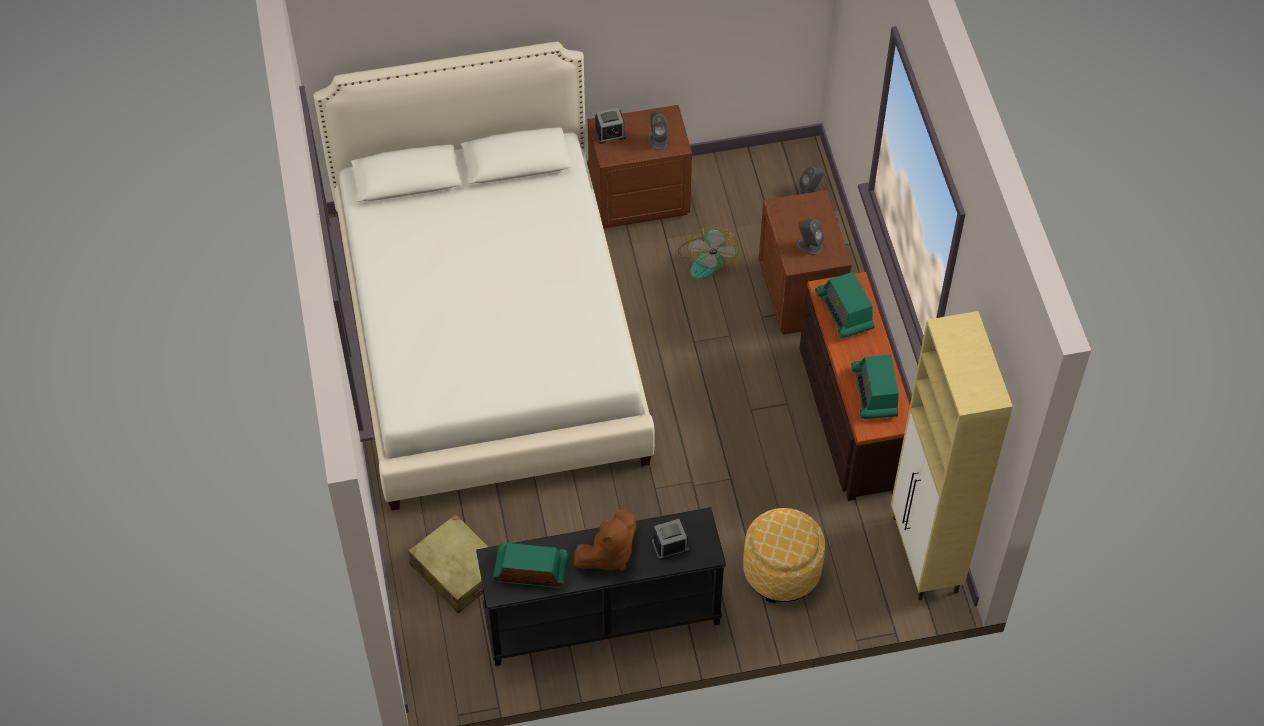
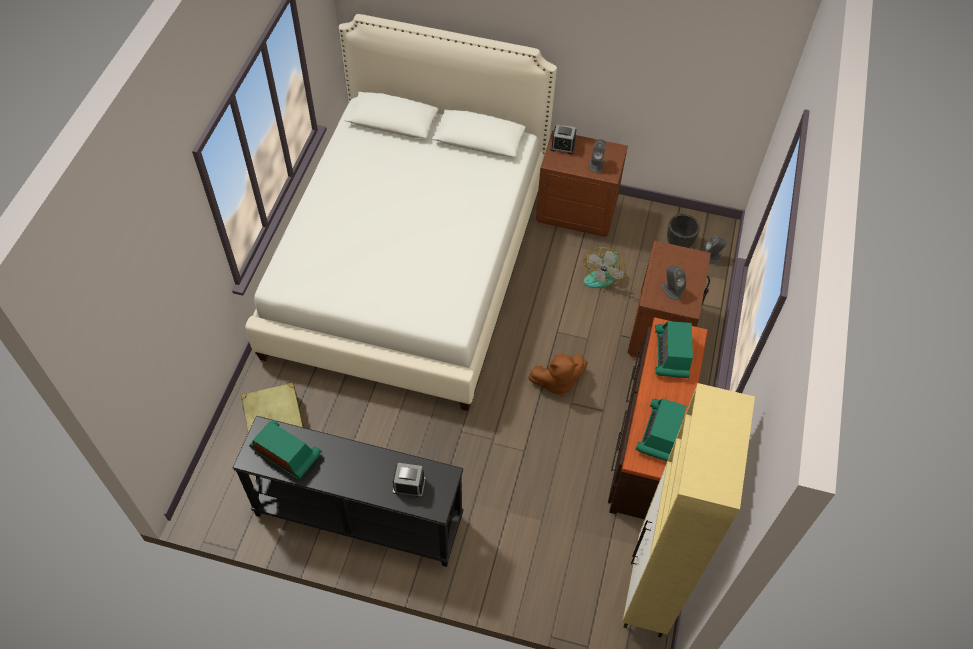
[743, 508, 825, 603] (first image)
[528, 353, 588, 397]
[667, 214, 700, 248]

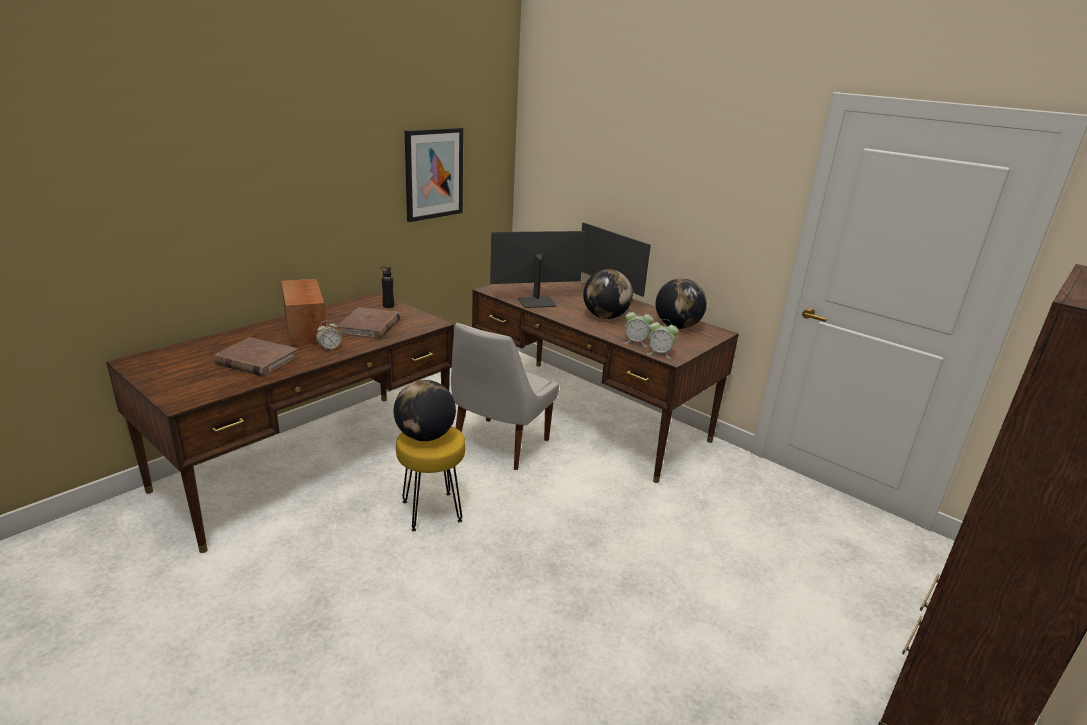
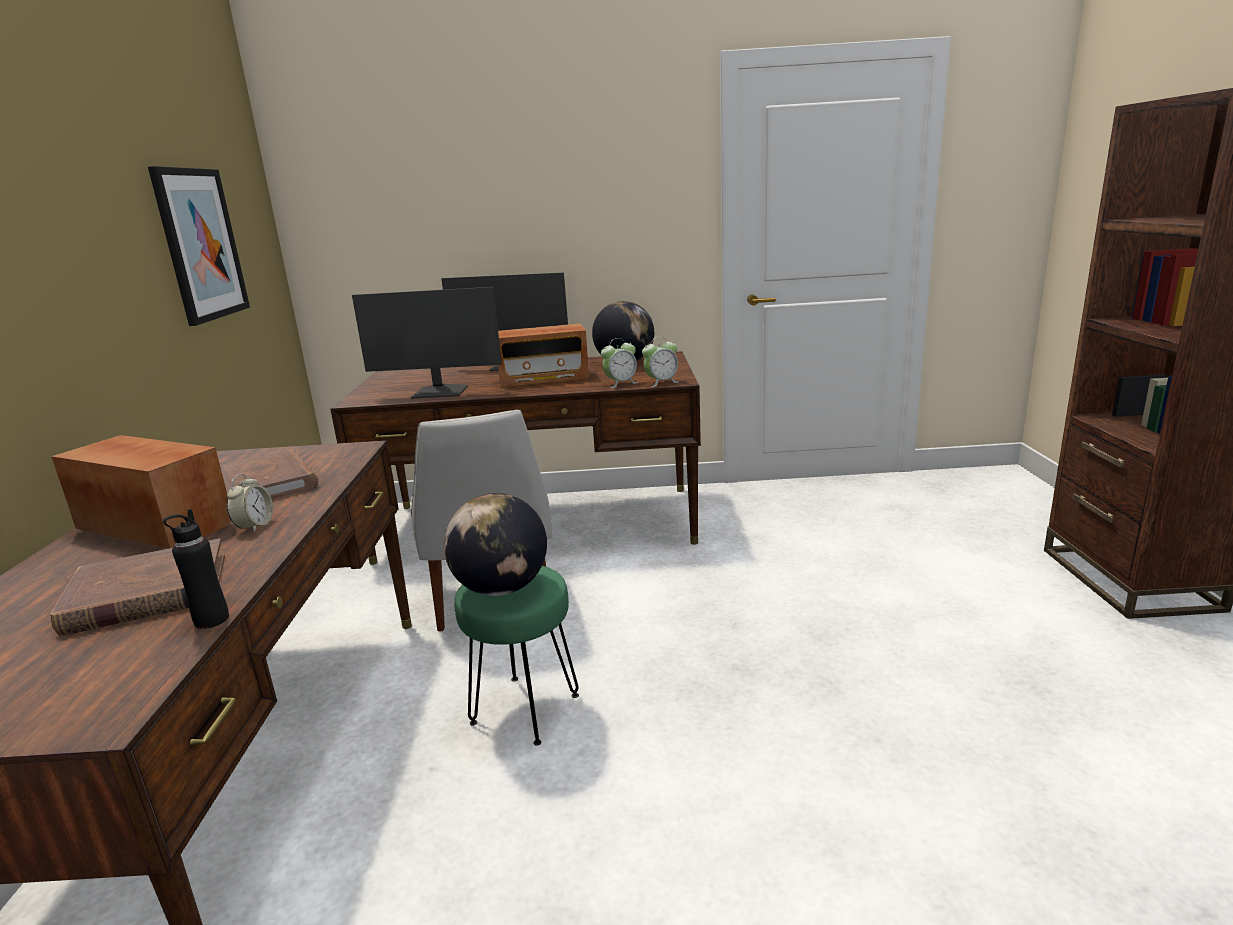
[352, 287, 502, 399]
[163, 509, 229, 629]
[498, 323, 589, 387]
[454, 566, 579, 746]

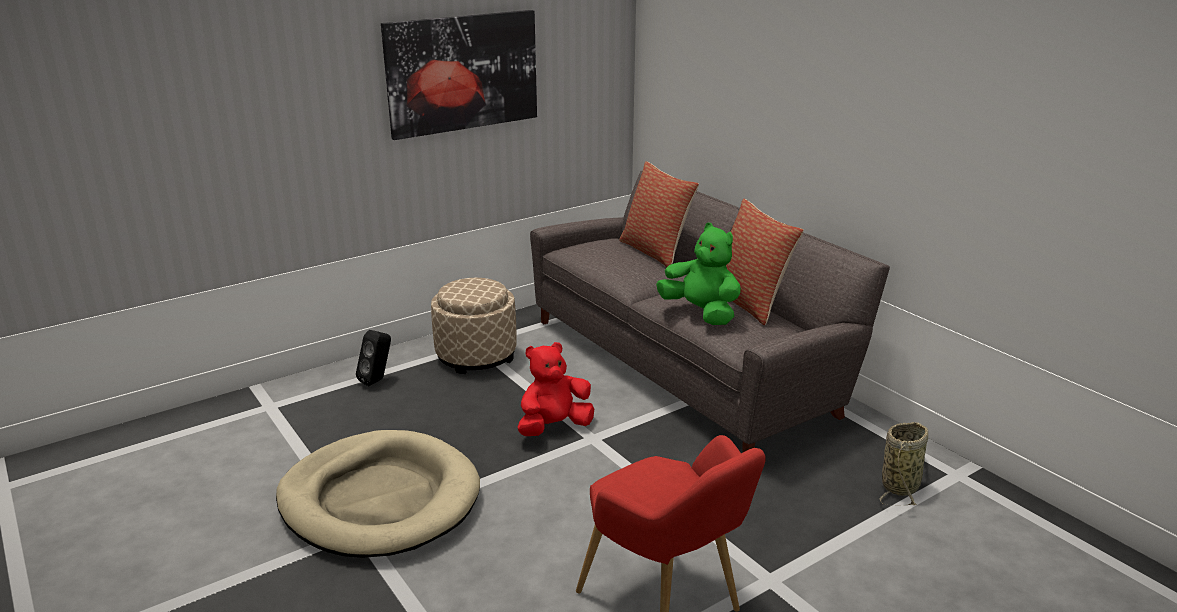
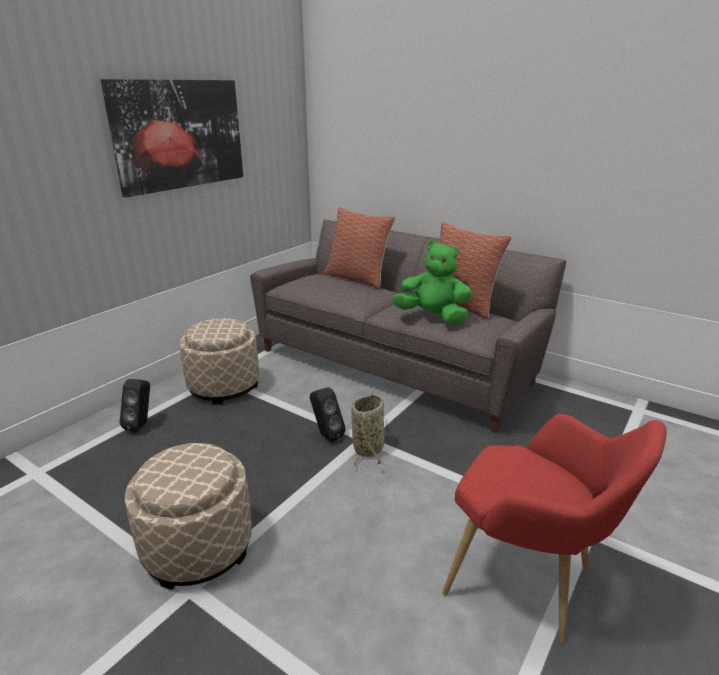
[310, 387, 346, 442]
[351, 394, 385, 468]
[125, 443, 252, 590]

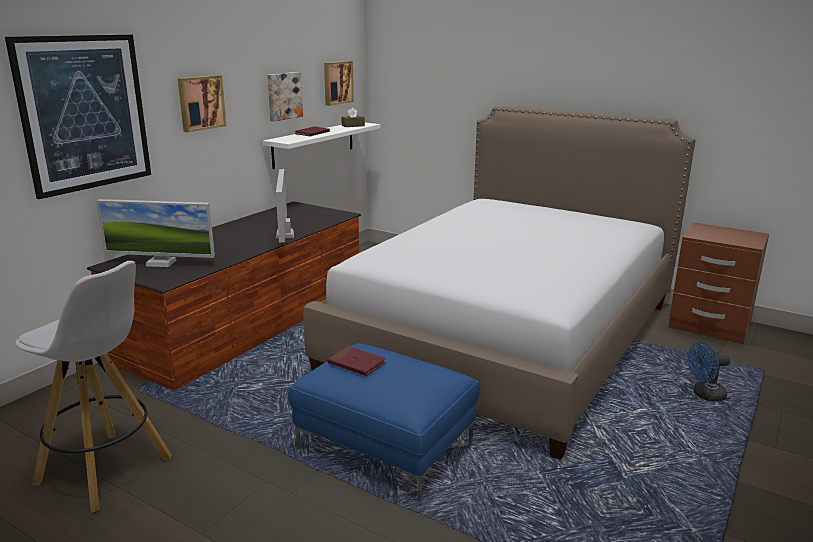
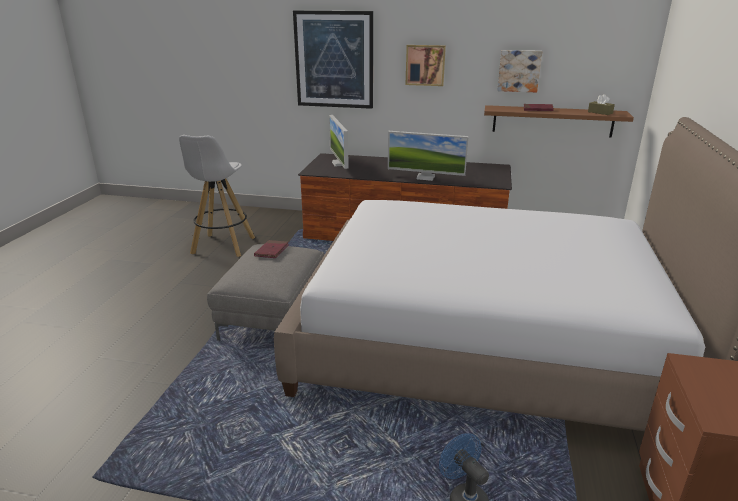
[324, 61, 354, 106] (first image)
[484, 105, 634, 138]
[388, 131, 468, 181]
[207, 244, 324, 341]

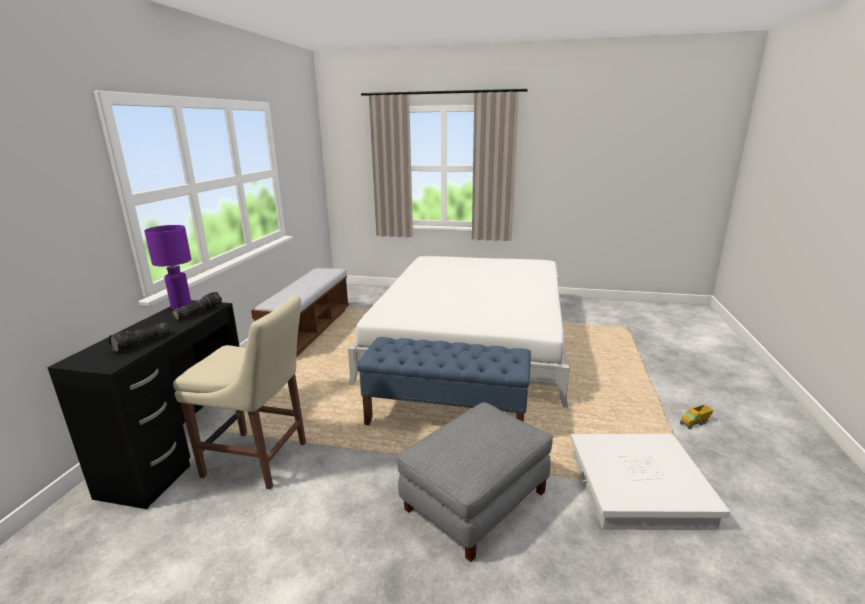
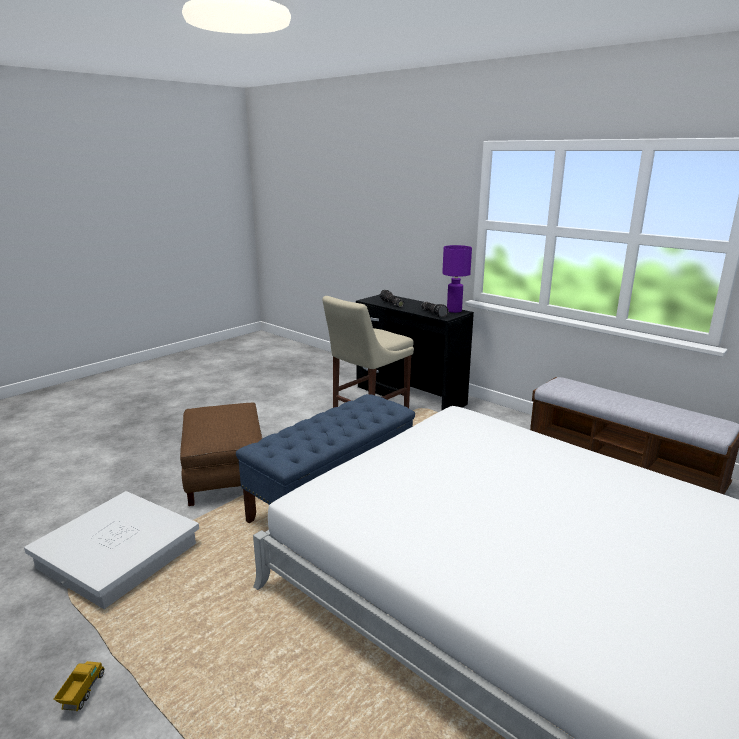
[180, 403, 262, 506]

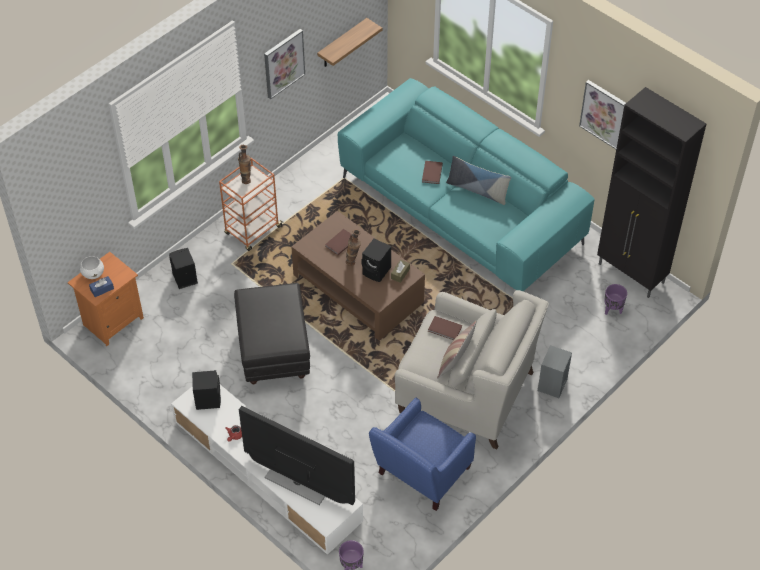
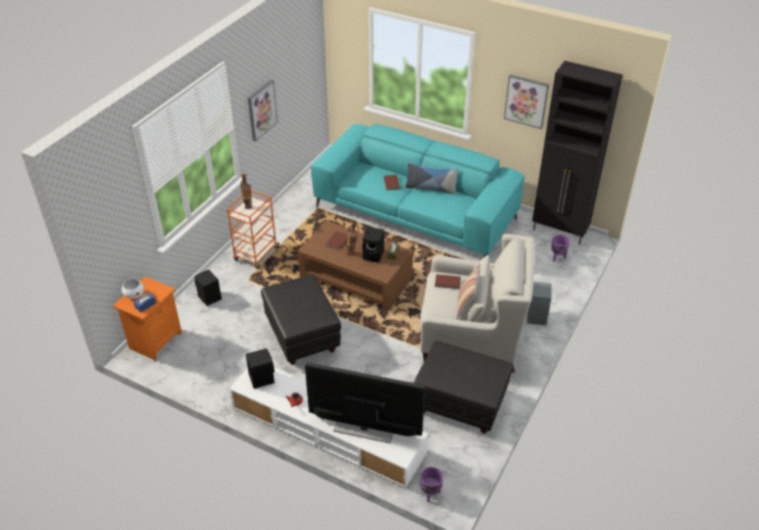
[317, 18, 382, 67] (first image)
[414, 341, 513, 434]

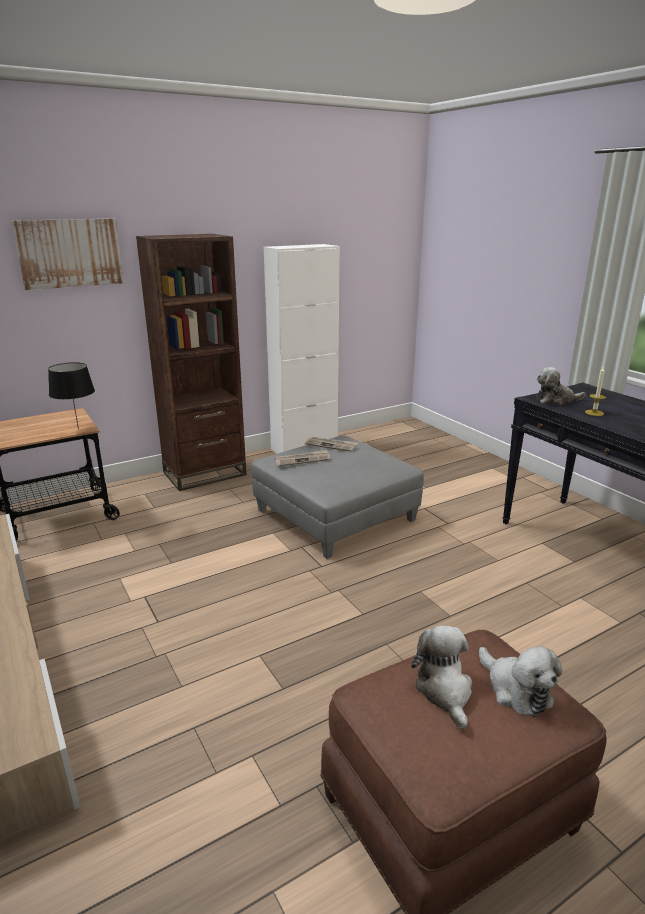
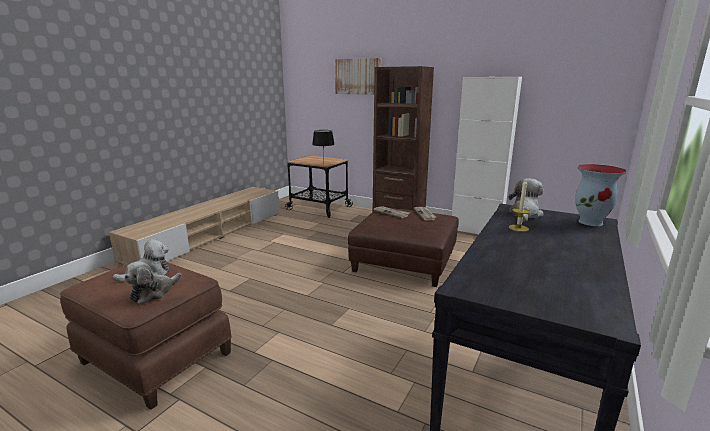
[509, 178, 544, 222]
[348, 208, 459, 287]
[575, 164, 627, 226]

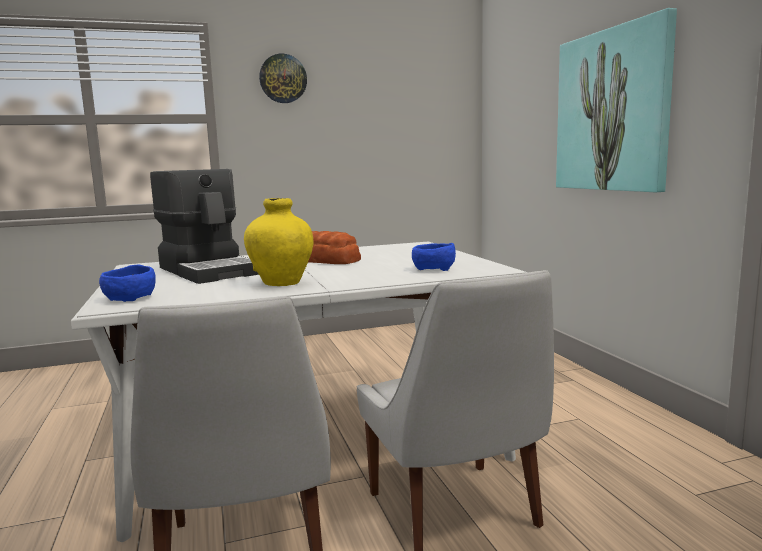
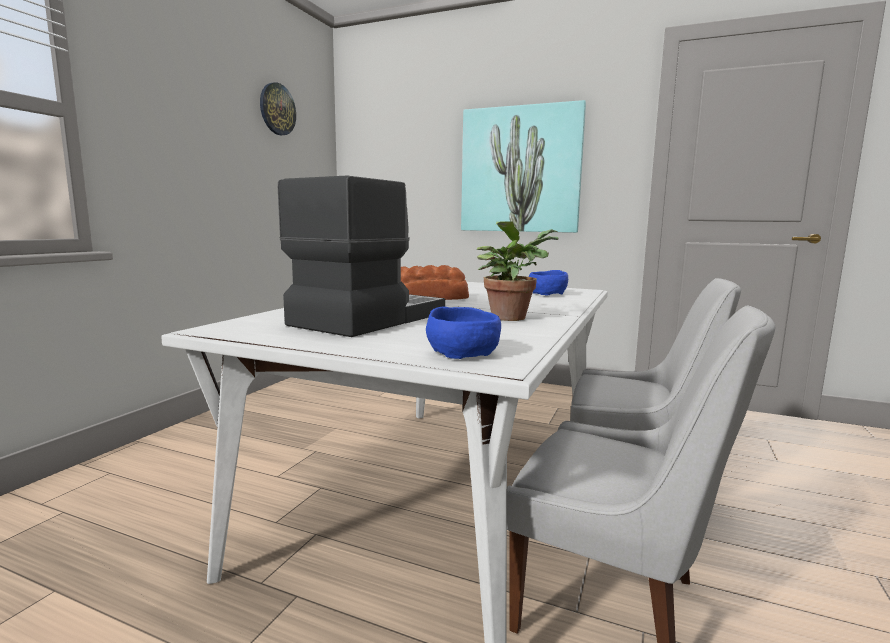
[260, 82, 296, 135]
[278, 176, 445, 337]
[477, 221, 559, 321]

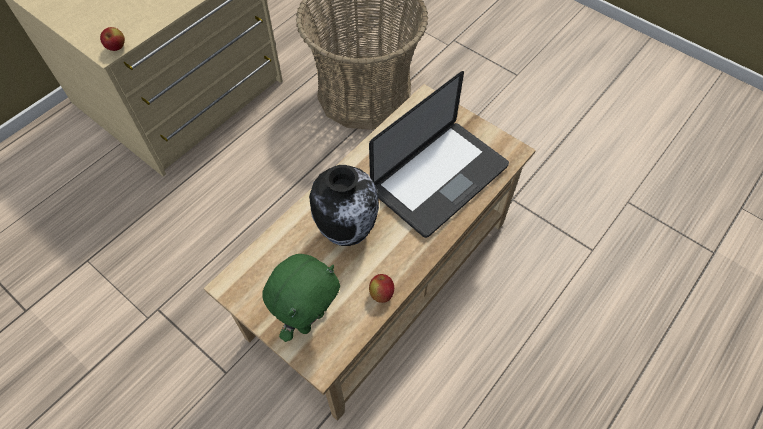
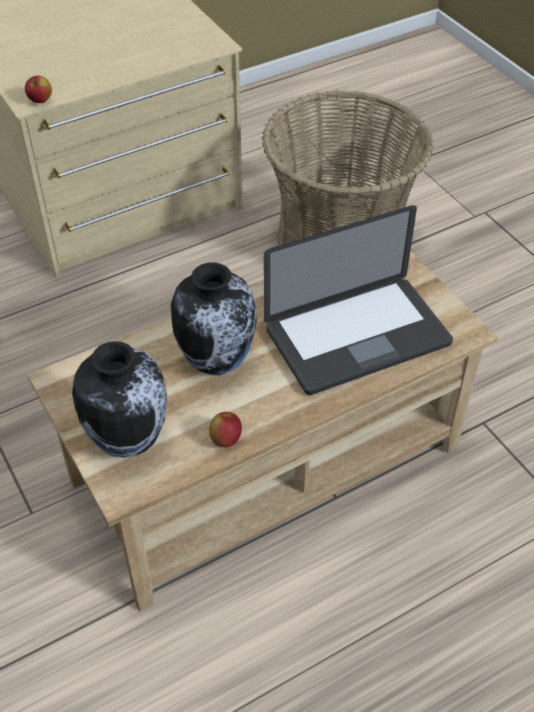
[72, 341, 167, 458]

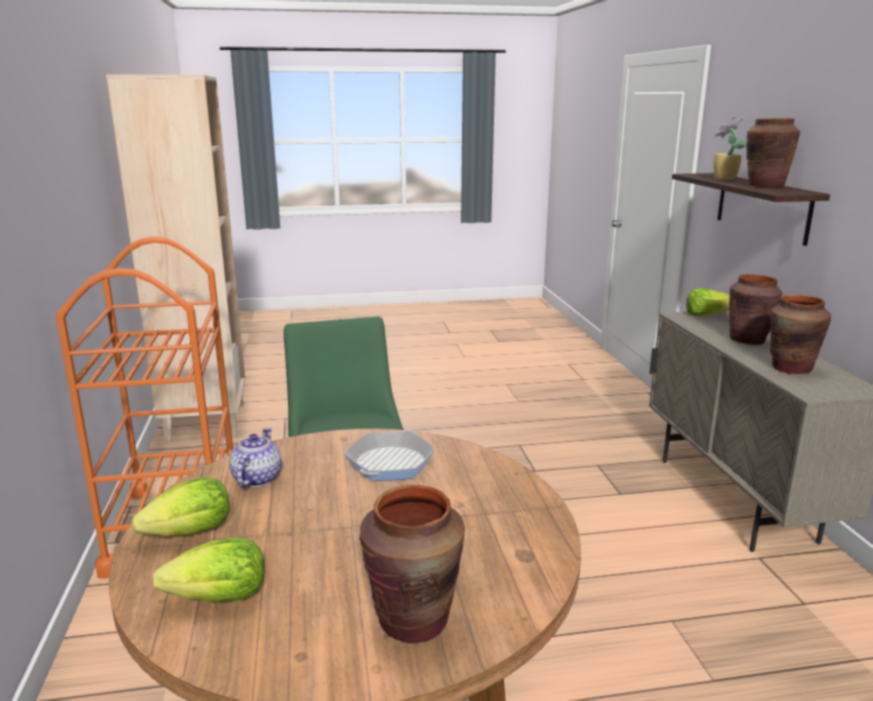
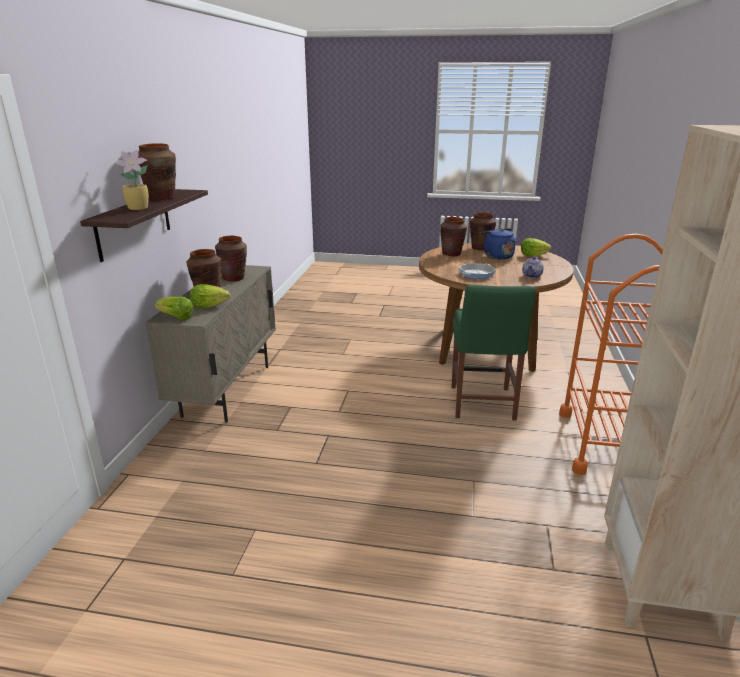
[190, 284, 230, 308]
[440, 217, 467, 256]
[480, 228, 516, 260]

